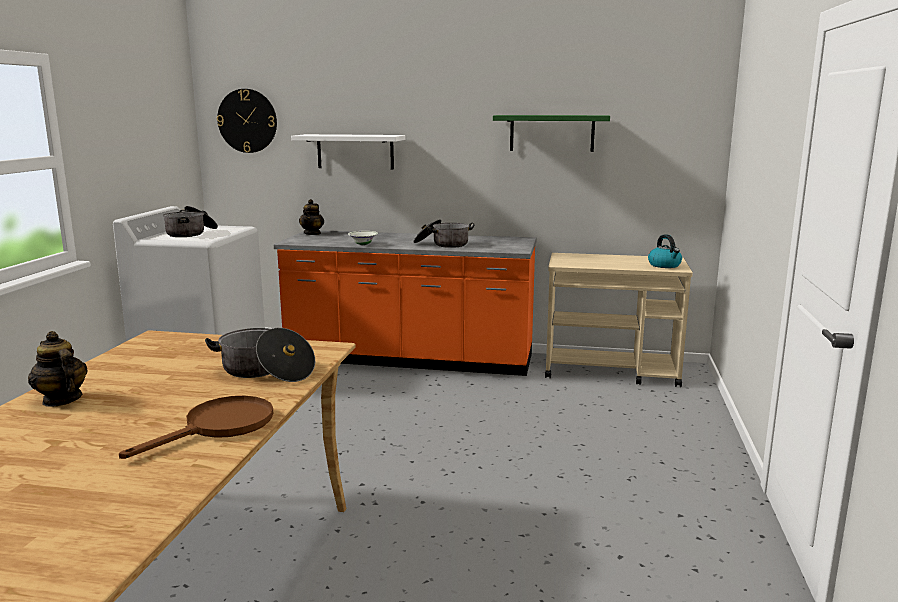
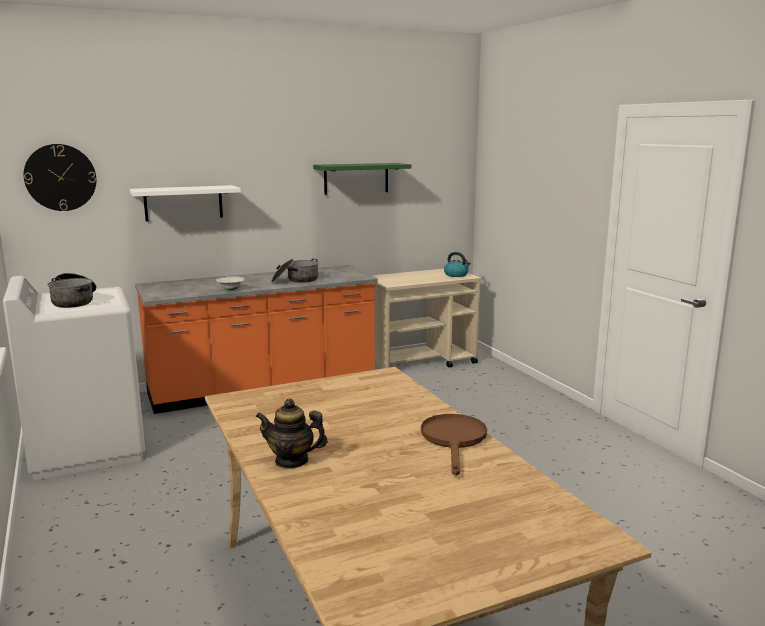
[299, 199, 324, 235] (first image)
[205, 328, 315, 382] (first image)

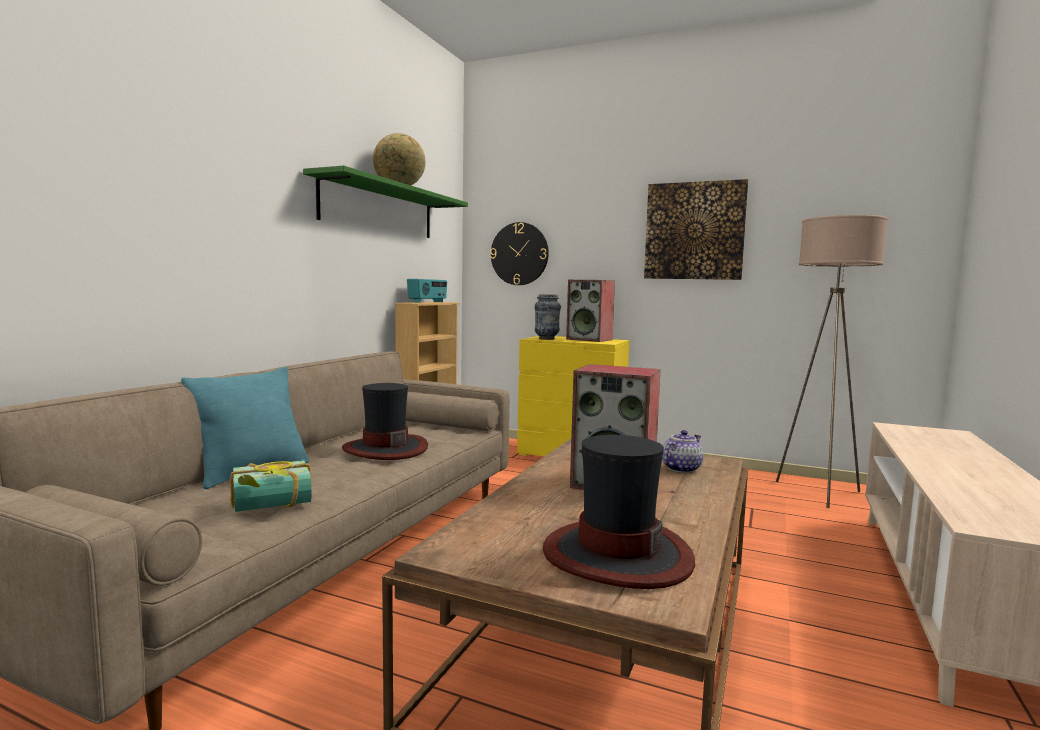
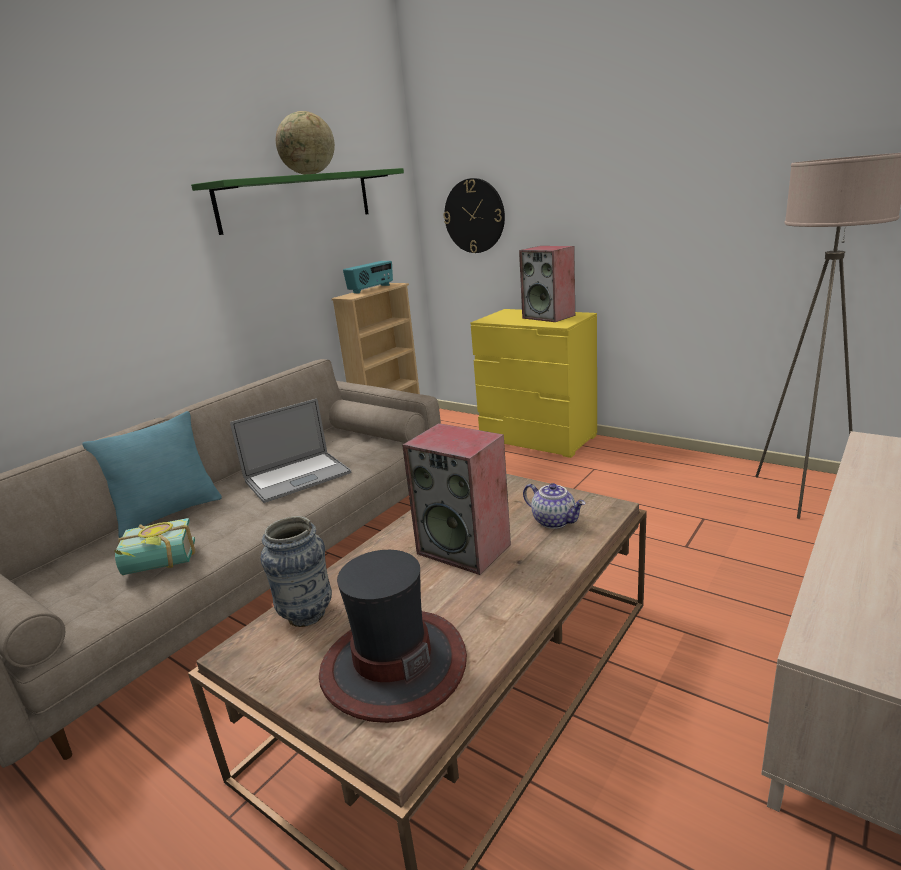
[644, 179, 748, 280] (first image)
[260, 516, 332, 627]
[230, 399, 352, 503]
[523, 483, 586, 529]

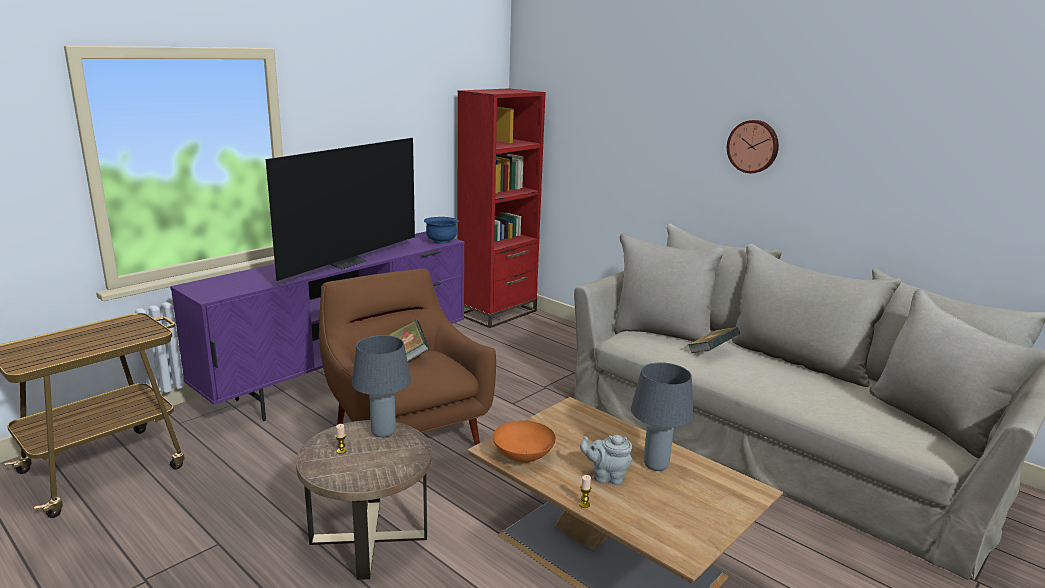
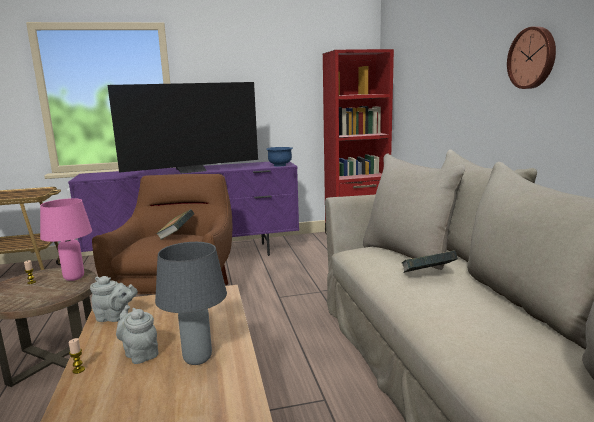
[40, 198, 92, 281]
[90, 276, 138, 322]

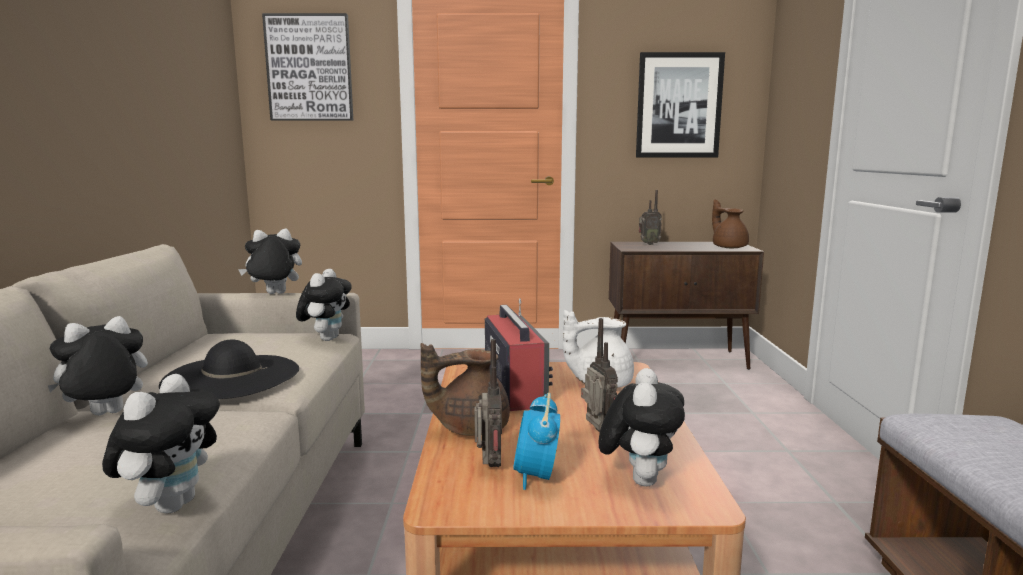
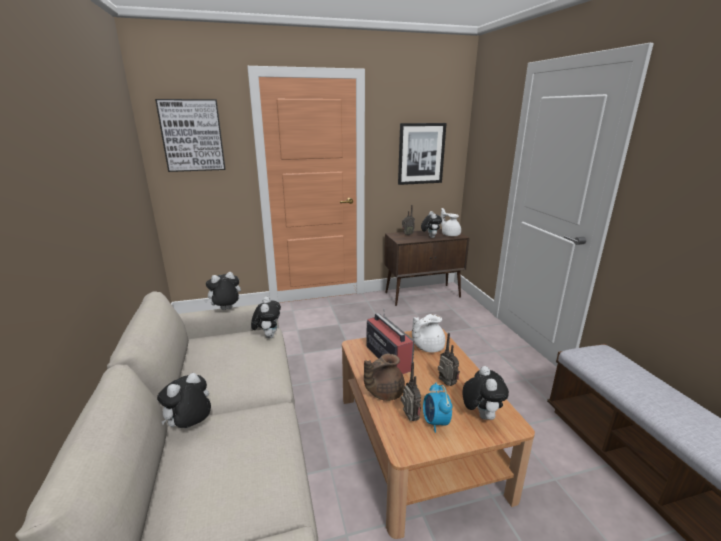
[441, 208, 461, 236]
[159, 339, 299, 399] (first image)
[421, 211, 442, 238]

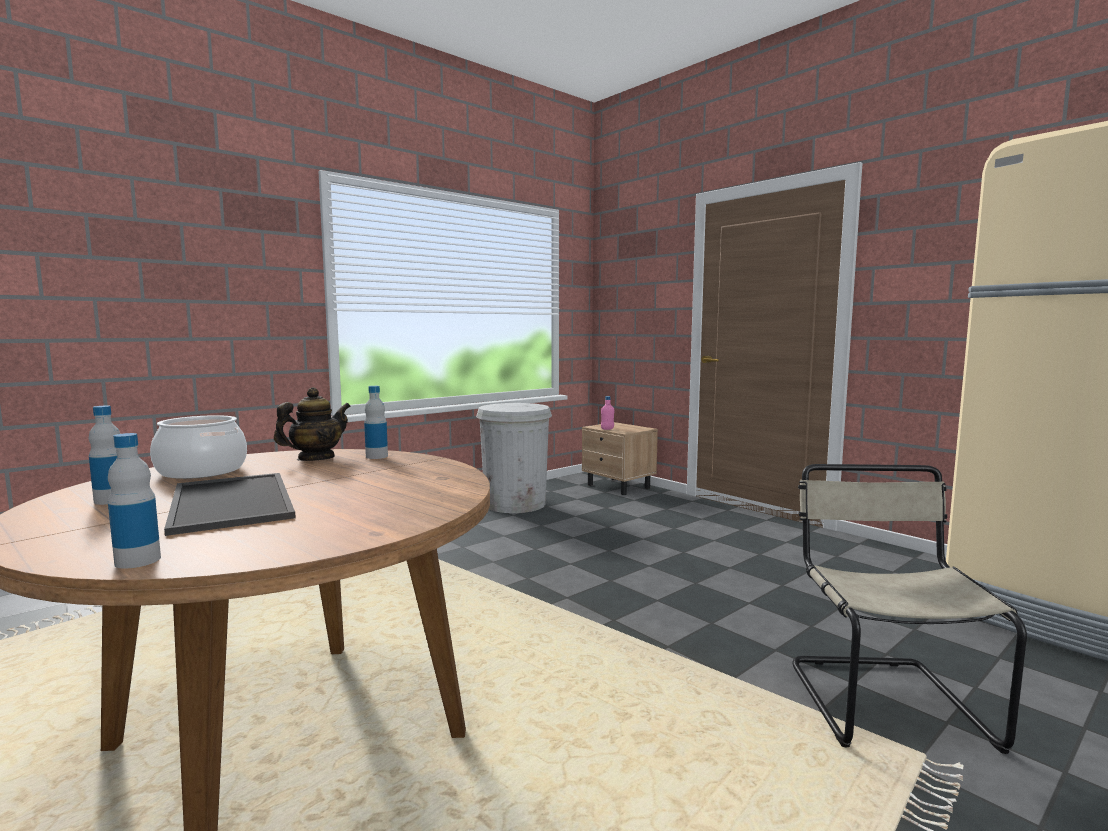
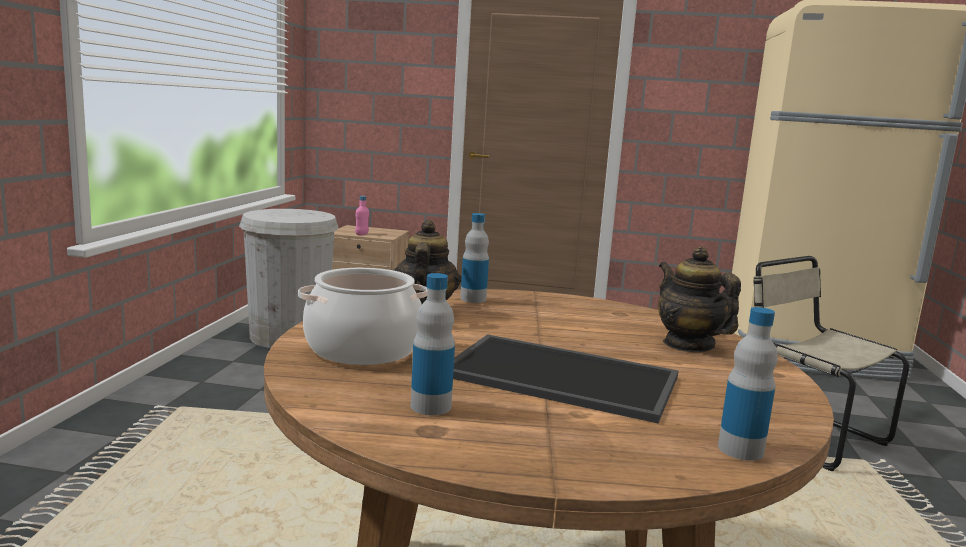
[658, 247, 741, 352]

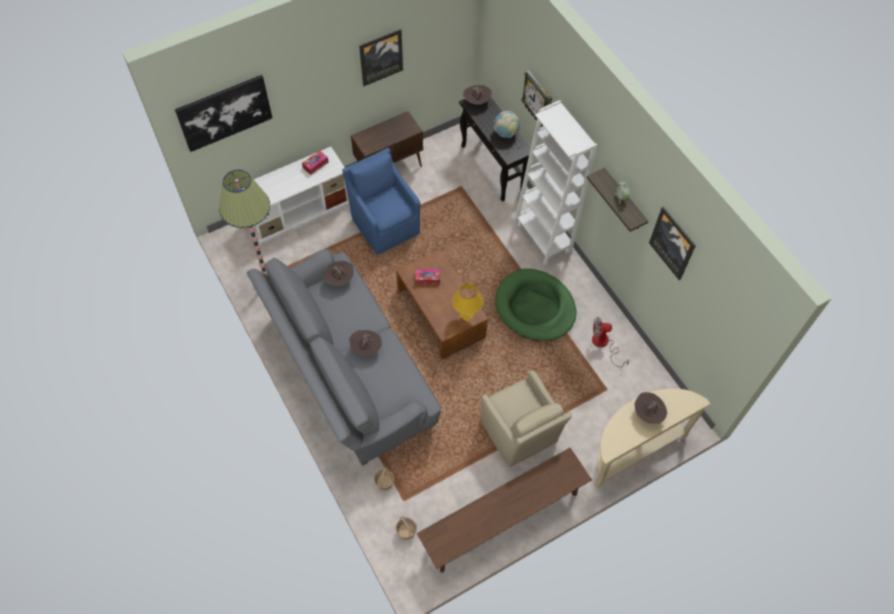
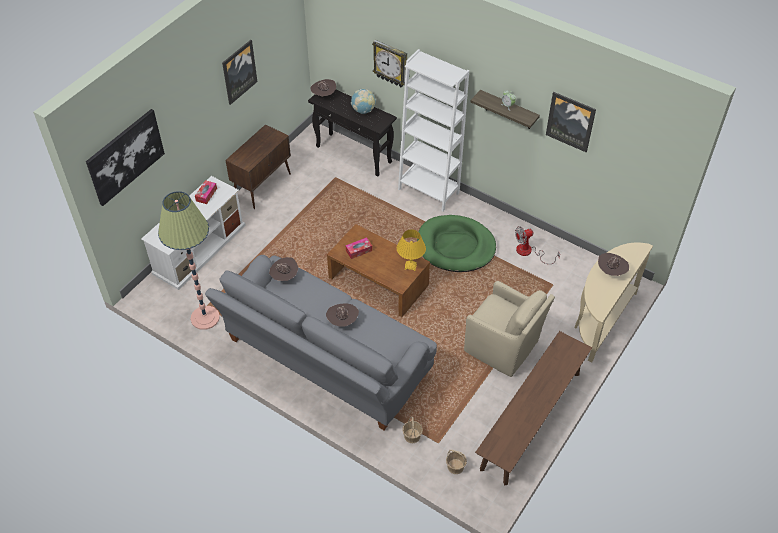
[343, 148, 420, 255] (first image)

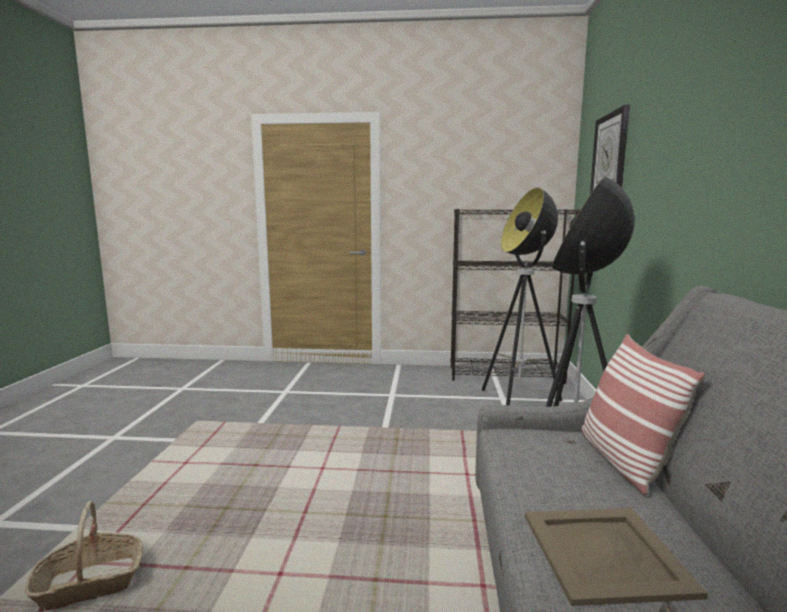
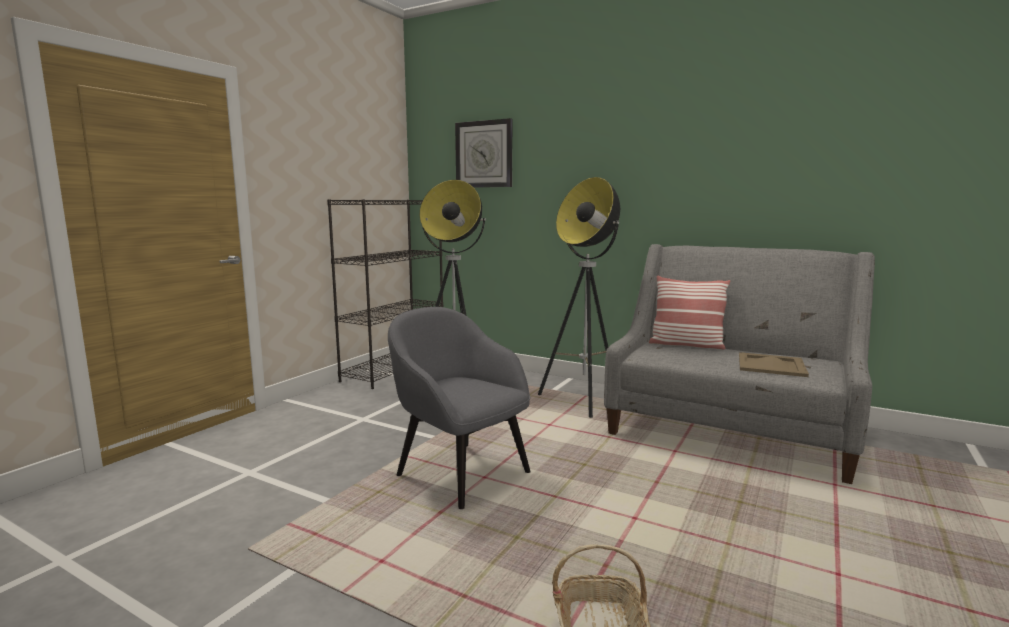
[388, 307, 531, 509]

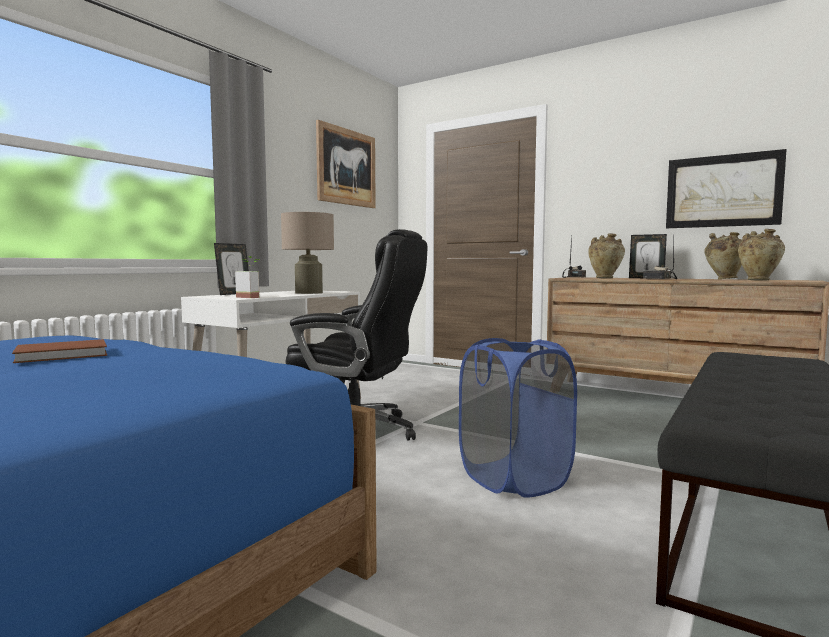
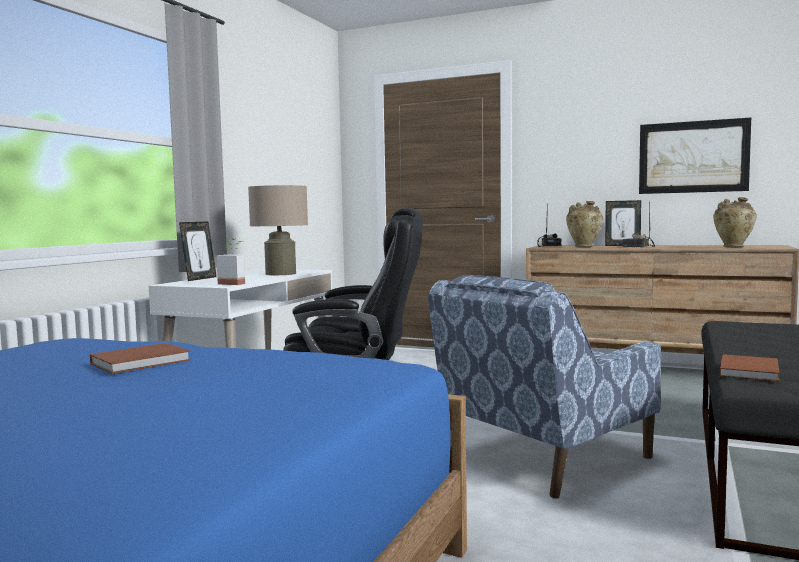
[316, 120, 376, 208] (first image)
[704, 232, 742, 279] (first image)
[428, 275, 661, 499]
[720, 354, 780, 382]

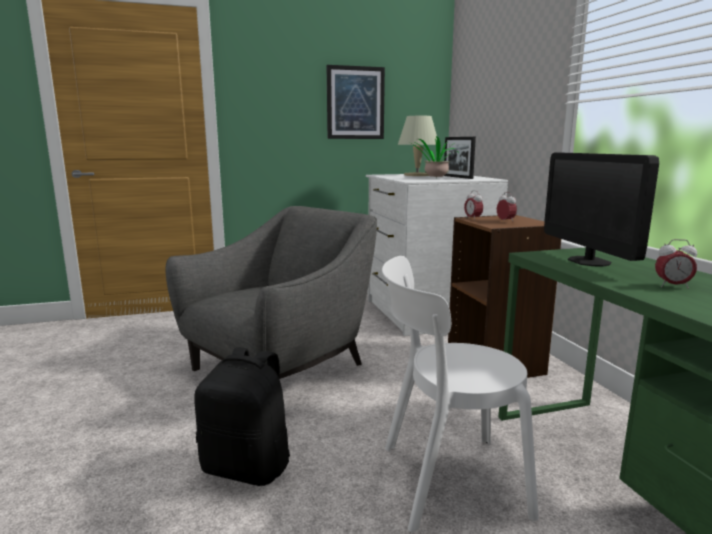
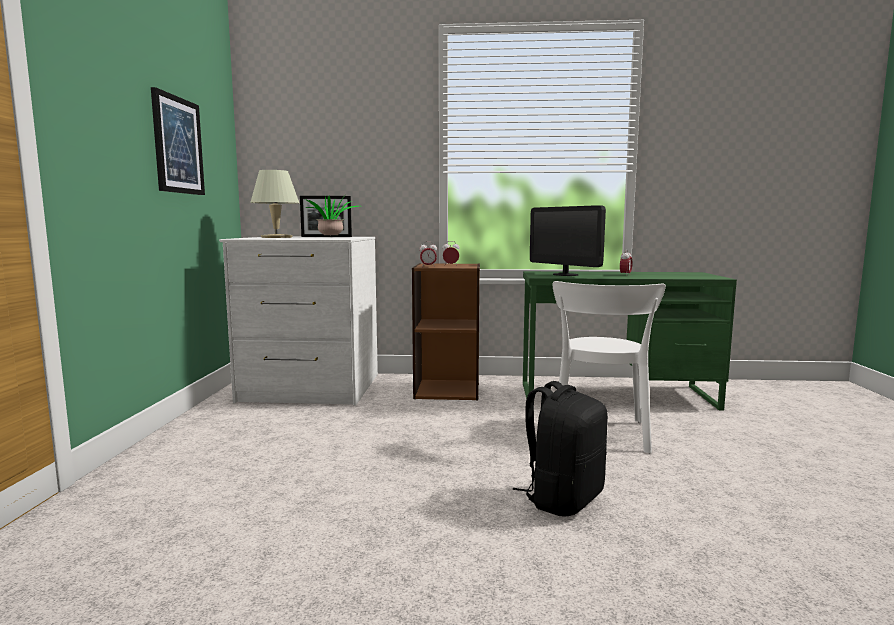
[530, 205, 606, 276]
[165, 206, 377, 379] (first image)

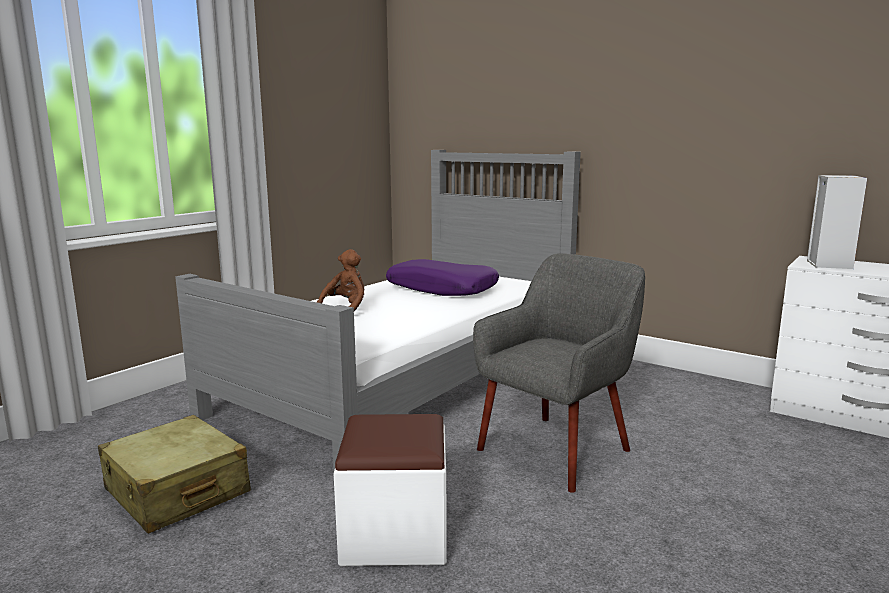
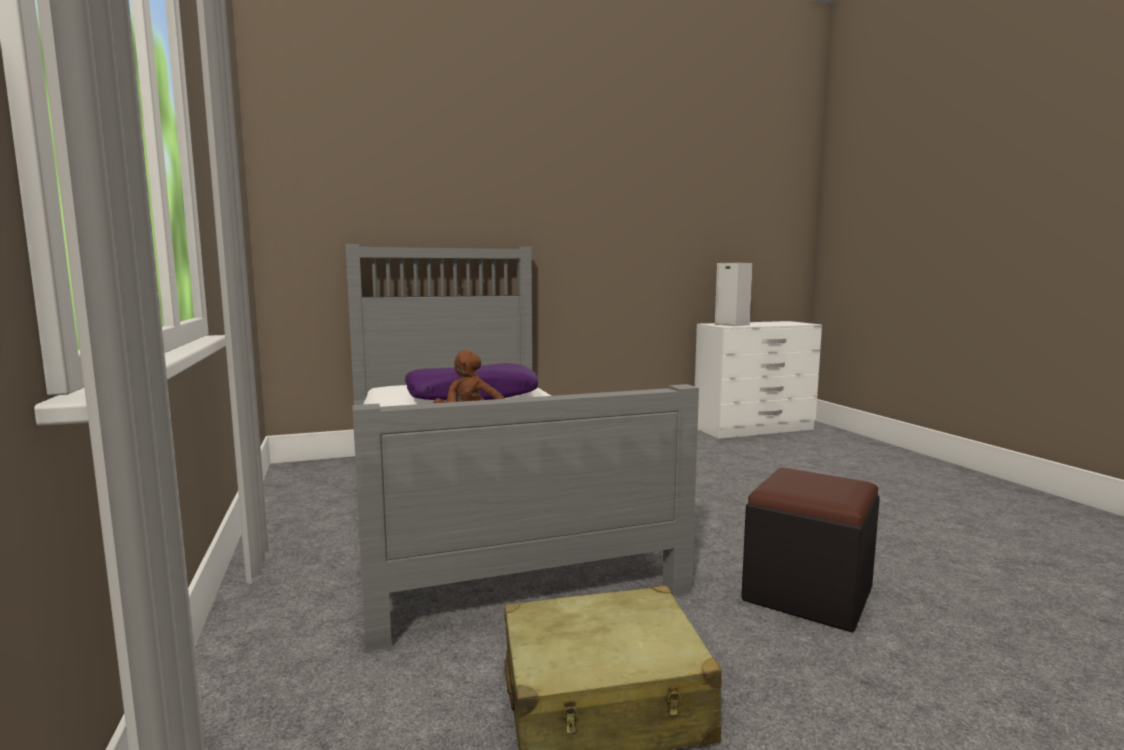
[473, 253, 645, 493] (first image)
[741, 467, 880, 632]

